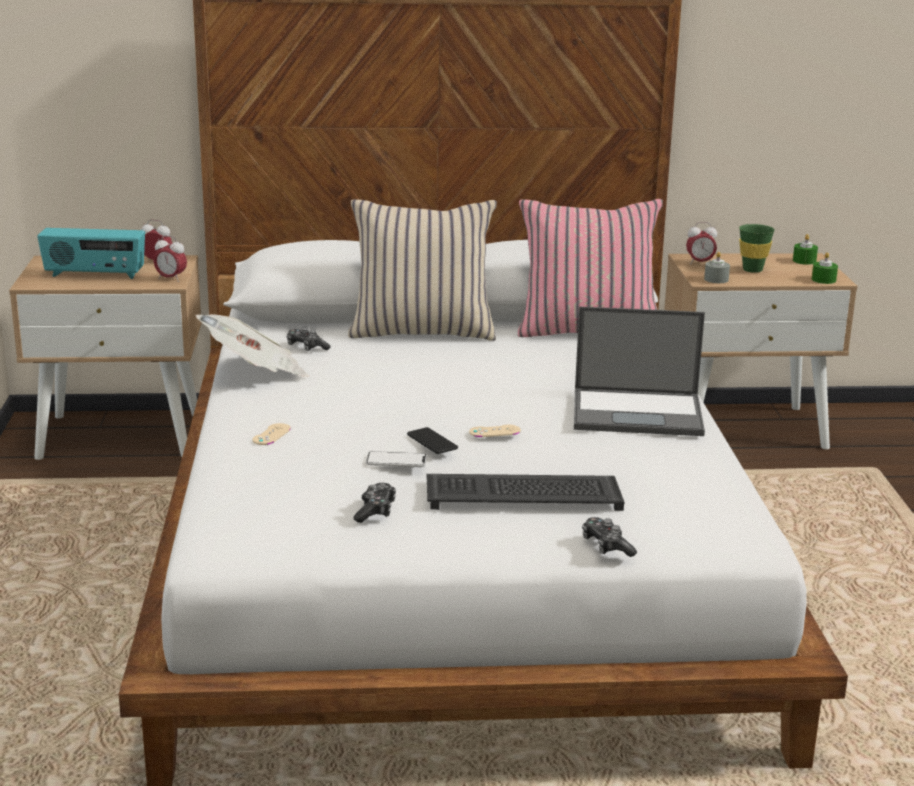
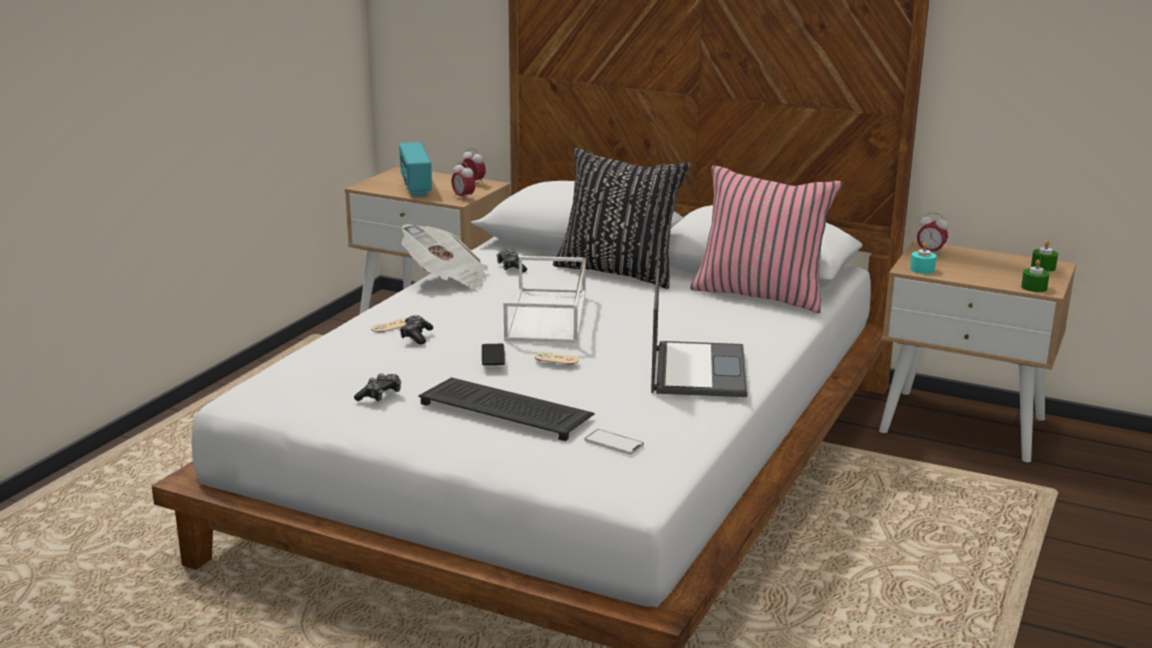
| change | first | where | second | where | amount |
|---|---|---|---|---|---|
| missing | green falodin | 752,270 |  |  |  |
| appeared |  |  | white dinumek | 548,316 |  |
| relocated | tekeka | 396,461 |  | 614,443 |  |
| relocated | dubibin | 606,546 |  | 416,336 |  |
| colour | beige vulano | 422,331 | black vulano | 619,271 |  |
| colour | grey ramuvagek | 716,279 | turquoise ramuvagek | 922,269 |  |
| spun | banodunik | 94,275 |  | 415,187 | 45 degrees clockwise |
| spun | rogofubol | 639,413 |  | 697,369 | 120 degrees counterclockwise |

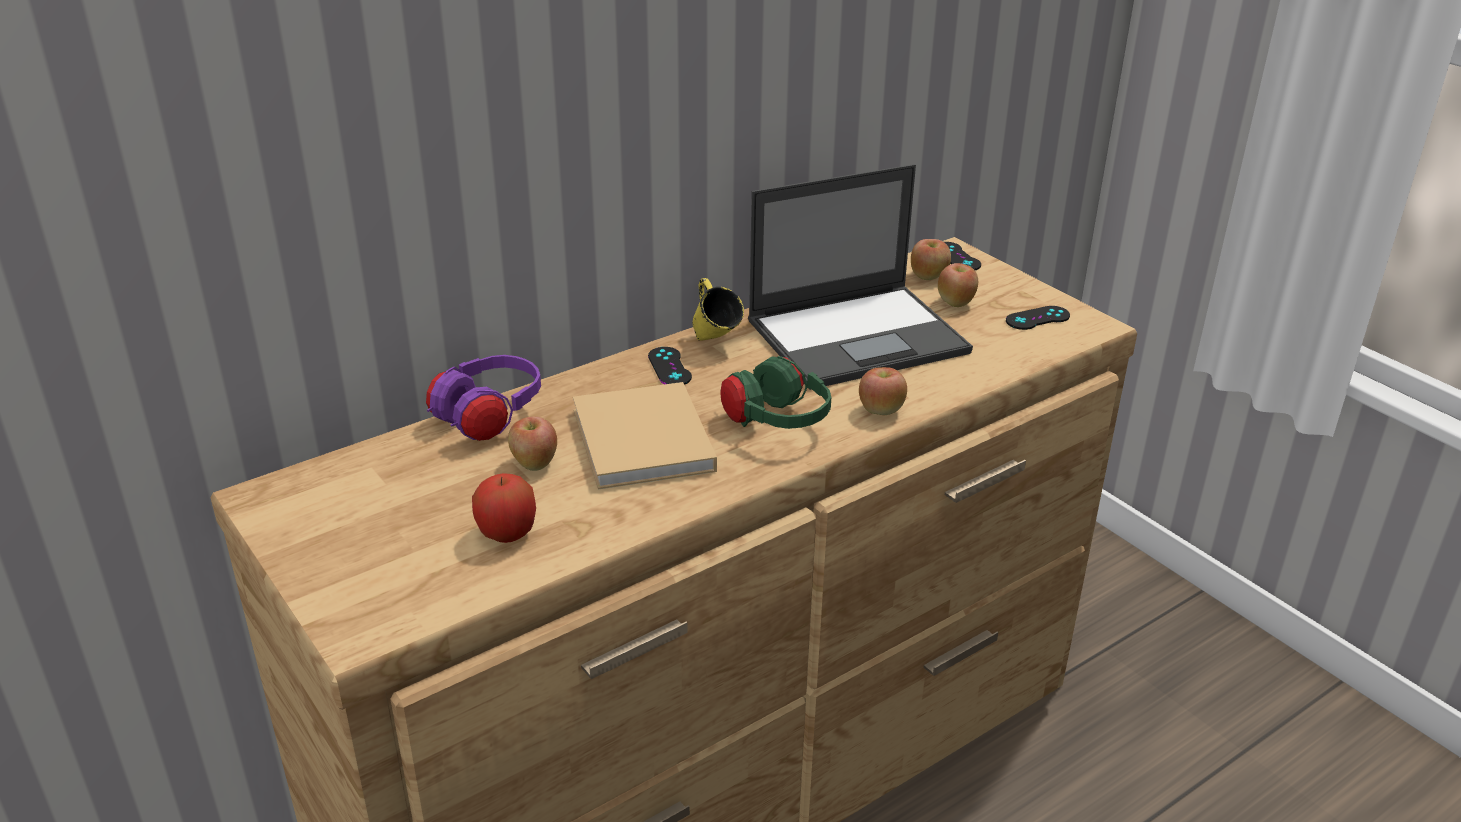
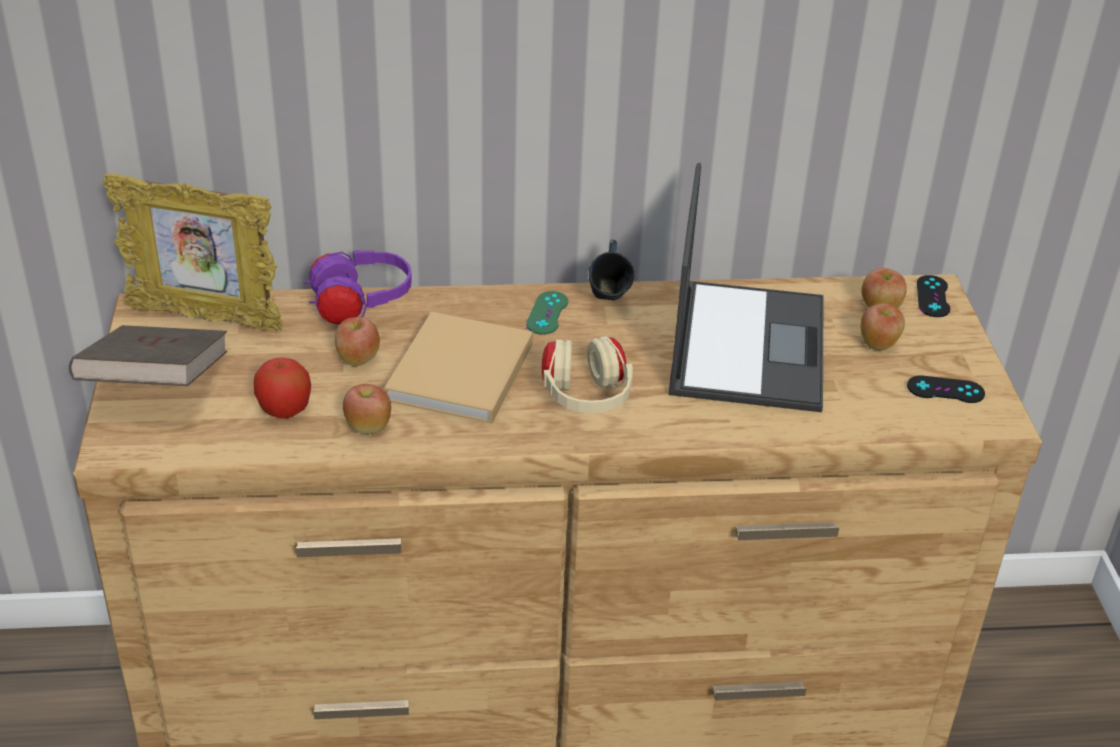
| change | first | where | second | where | amount |
|---|---|---|---|---|---|
| appeared |  |  | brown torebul | 156,385 |  |
| appeared |  |  | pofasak | 205,318 |  |
| relocated | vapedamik | 881,411 |  | 368,427 |  |
| colour | black dubibin | 669,367 | green dubibin | 547,313 |  |
| colour | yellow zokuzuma | 714,343 | blue zokuzuma | 608,304 |  |
| colour | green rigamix | 776,423 | beige rigamix | 585,399 |  |
| spun | rogofubol | 859,336 |  | 747,345 | 90 degrees counterclockwise |

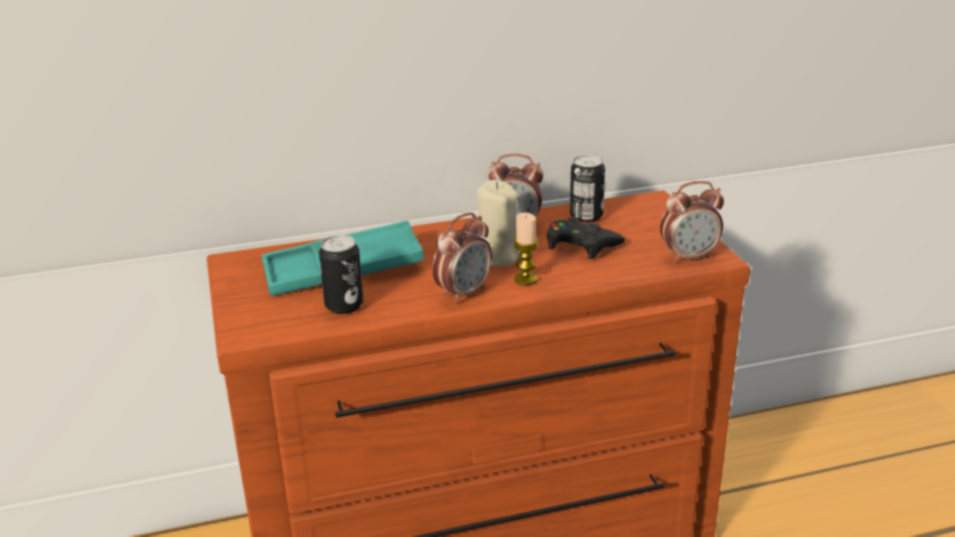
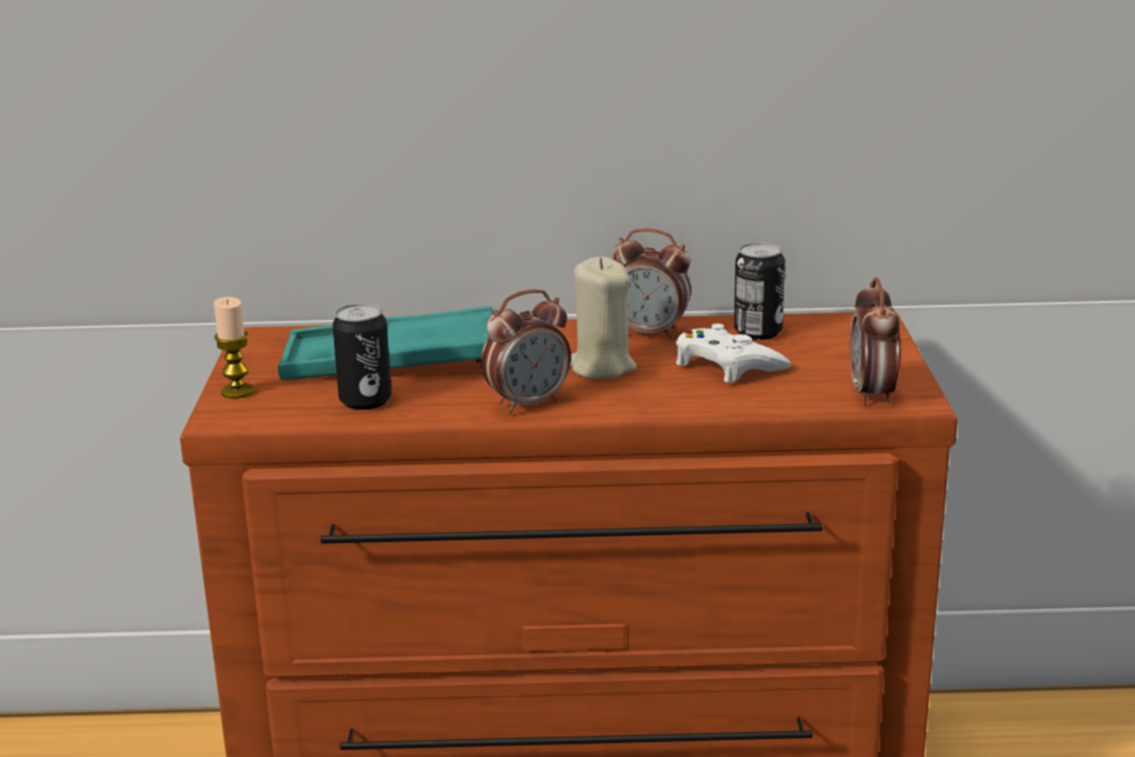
| change | first | where | second | where | amount |
|---|---|---|---|---|---|
| relocated | ramuvagek | 525,279 |  | 237,391 |  |
| colour | black dubibin | 581,245 | white dubibin | 726,365 |  |
| spun | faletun | 689,257 |  | 872,395 | 90 degrees clockwise |

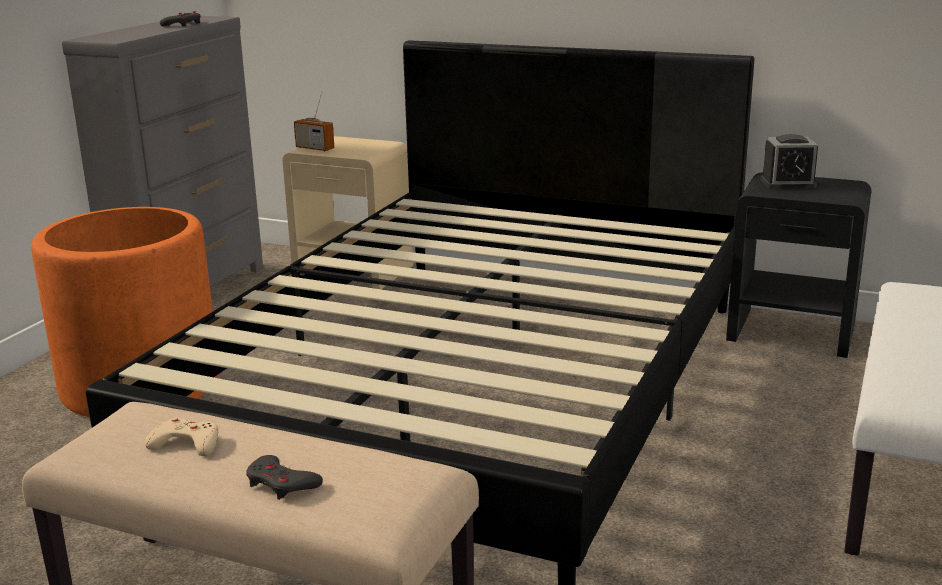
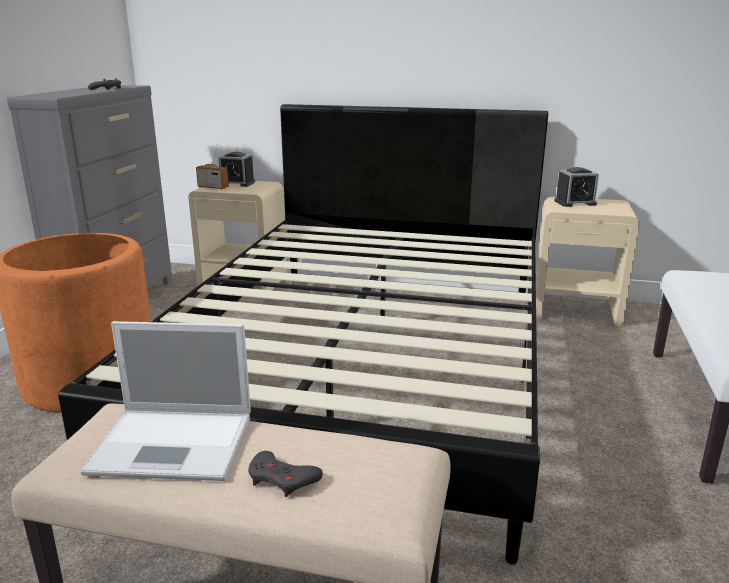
| change | first | where | second | where | amount |
|---|---|---|---|---|---|
| appeared |  |  | faletun | 237,183 |  |
| exchanged | beige dubibin | 186,444 | rogofubol | 175,444 |  |
| colour | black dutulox | 792,332 | beige dutulox | 576,310 |  |

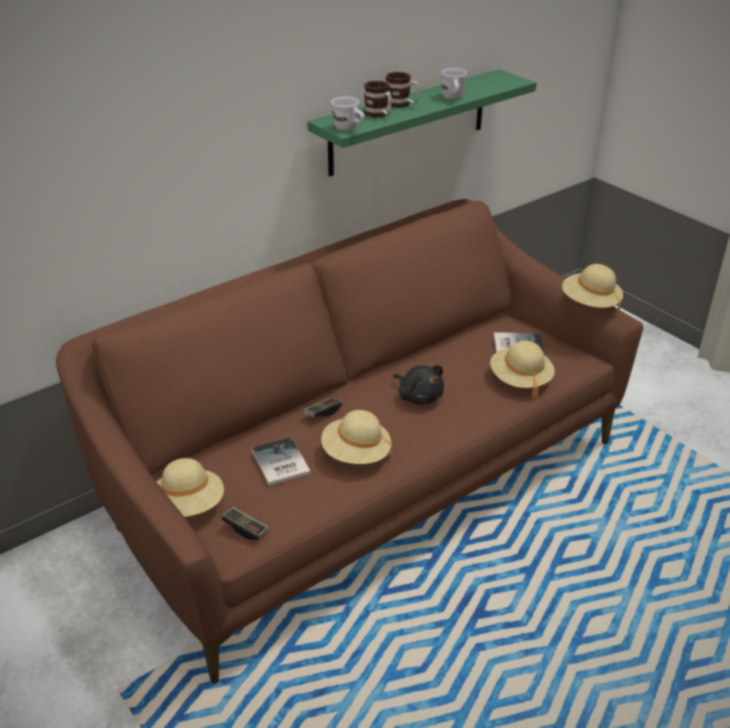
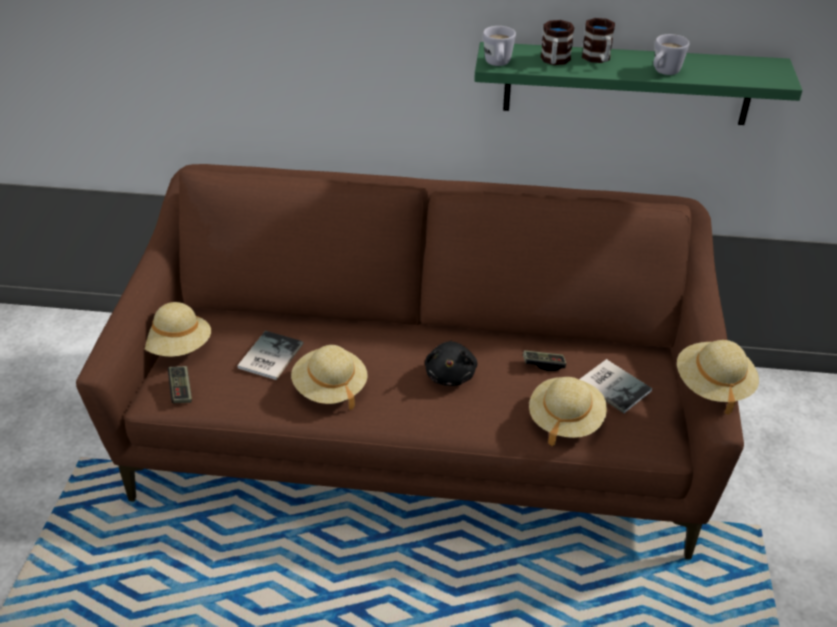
| change | first | where | second | where | amount |
|---|---|---|---|---|---|
| relocated | dubibin | 322,413 |  | 543,364 |  |

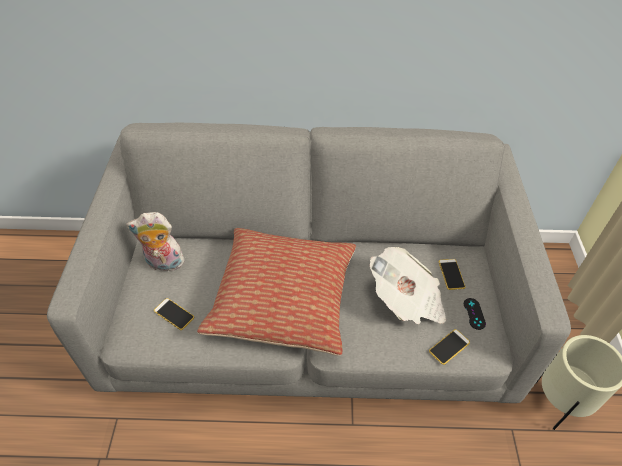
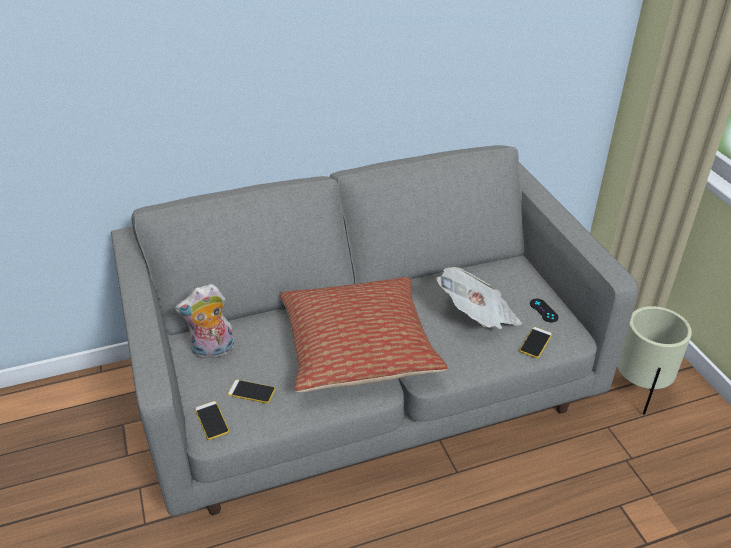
| change | first | where | second | where | amount |
|---|---|---|---|---|---|
| relocated | tekeka | 451,274 |  | 212,420 |  |

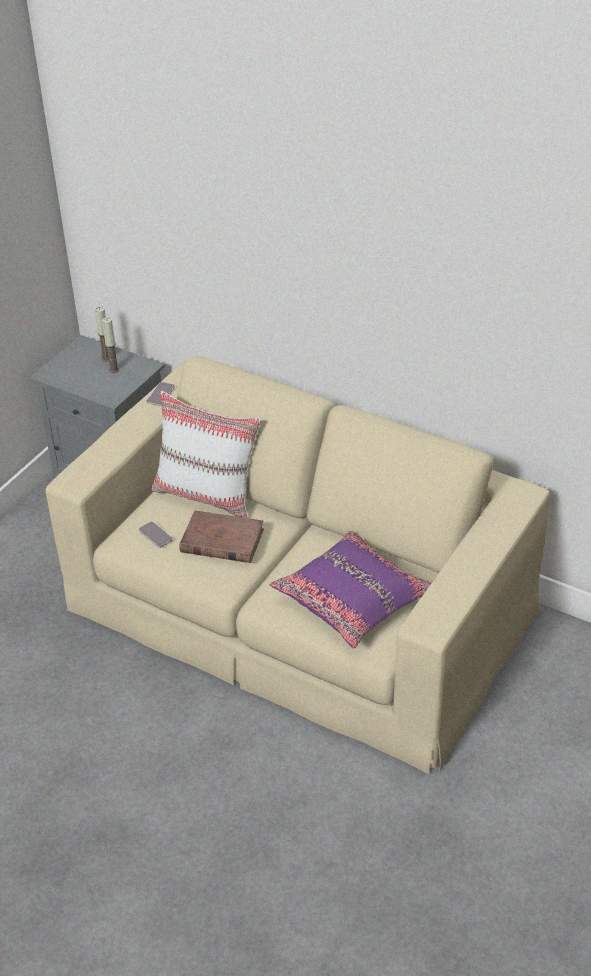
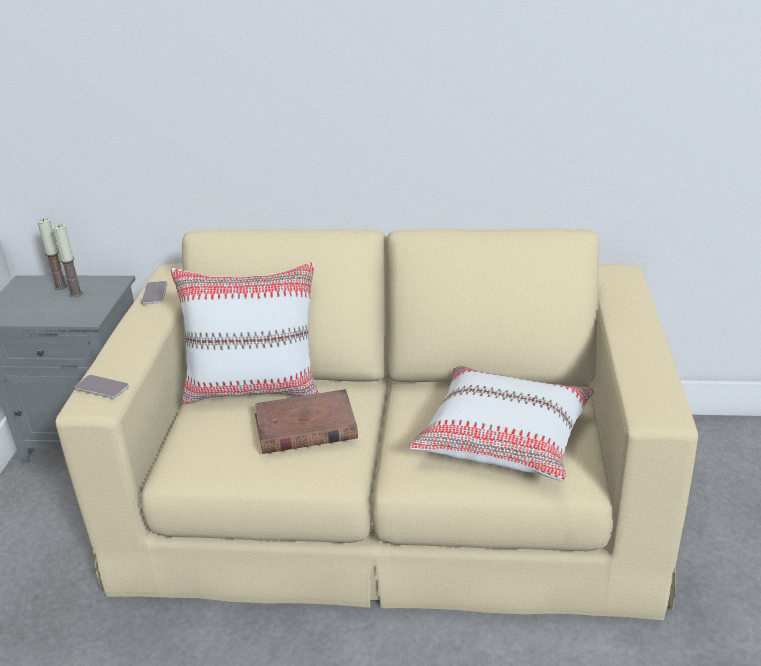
| change | first | where | second | where | amount |
|---|---|---|---|---|---|
| relocated | tekeka | 155,535 |  | 102,387 |  |
| colour | purple vulano | 353,599 | white vulano | 504,436 |  |

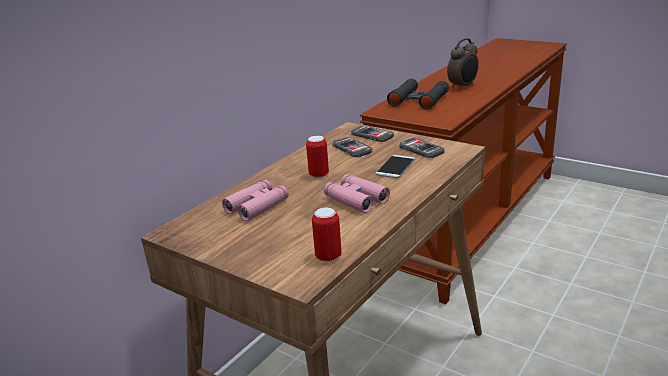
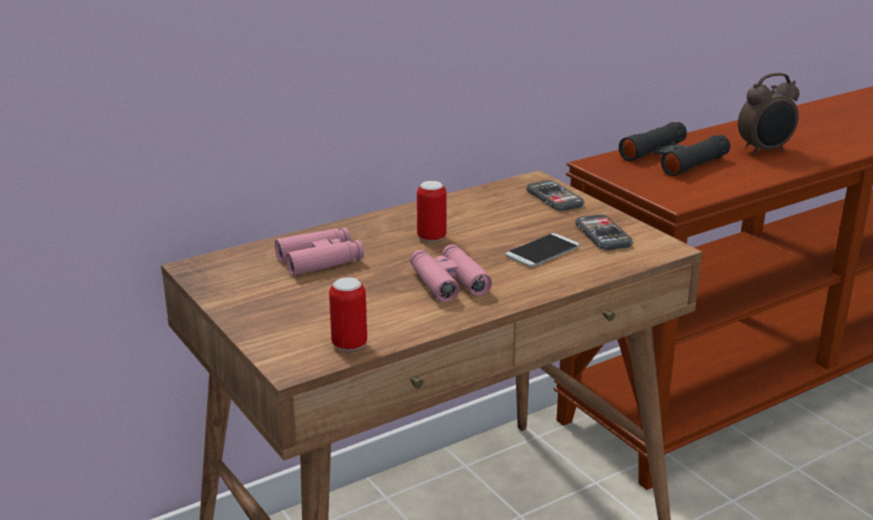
| change | first | where | second | where | amount |
|---|---|---|---|---|---|
| missing | tekeka | 352,148 |  |  |  |

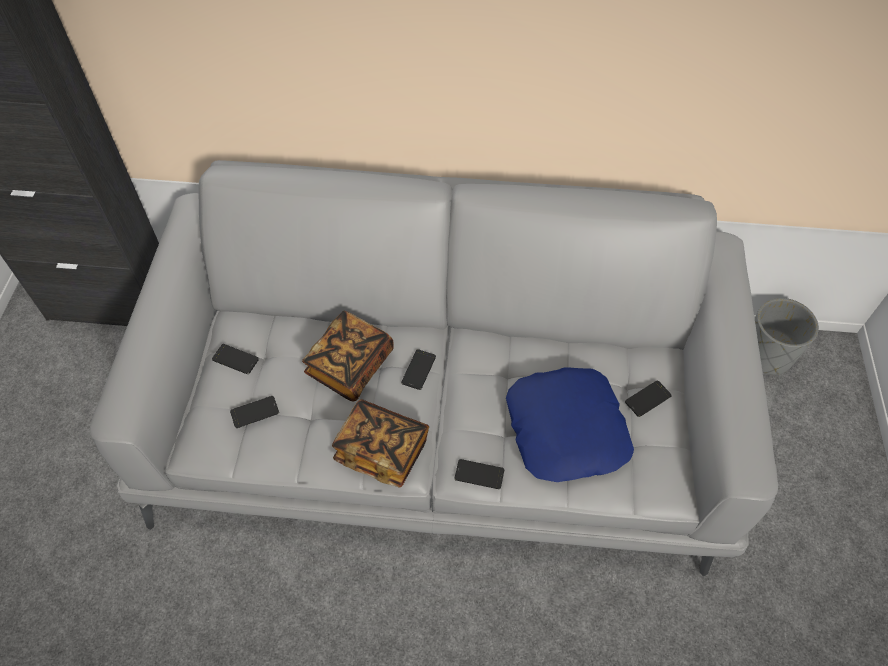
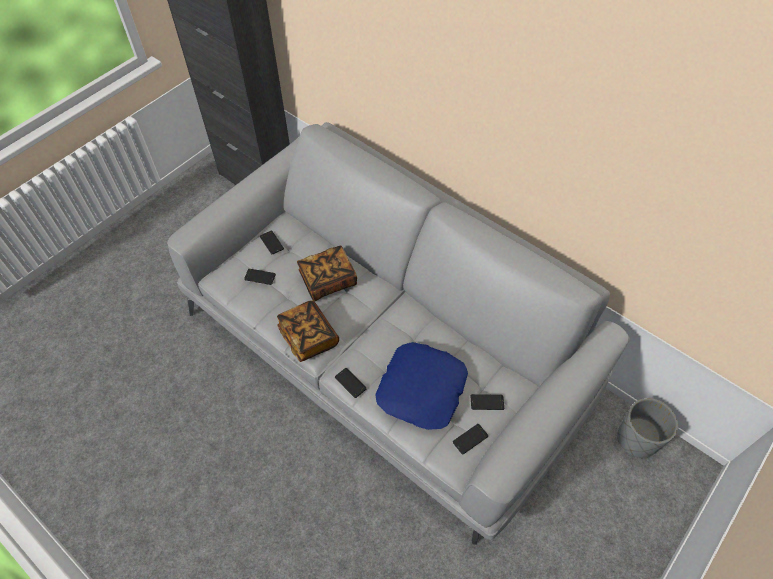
| change | first | where | second | where | amount |
|---|---|---|---|---|---|
| relocated | tekeka | 418,369 |  | 470,439 |  |

